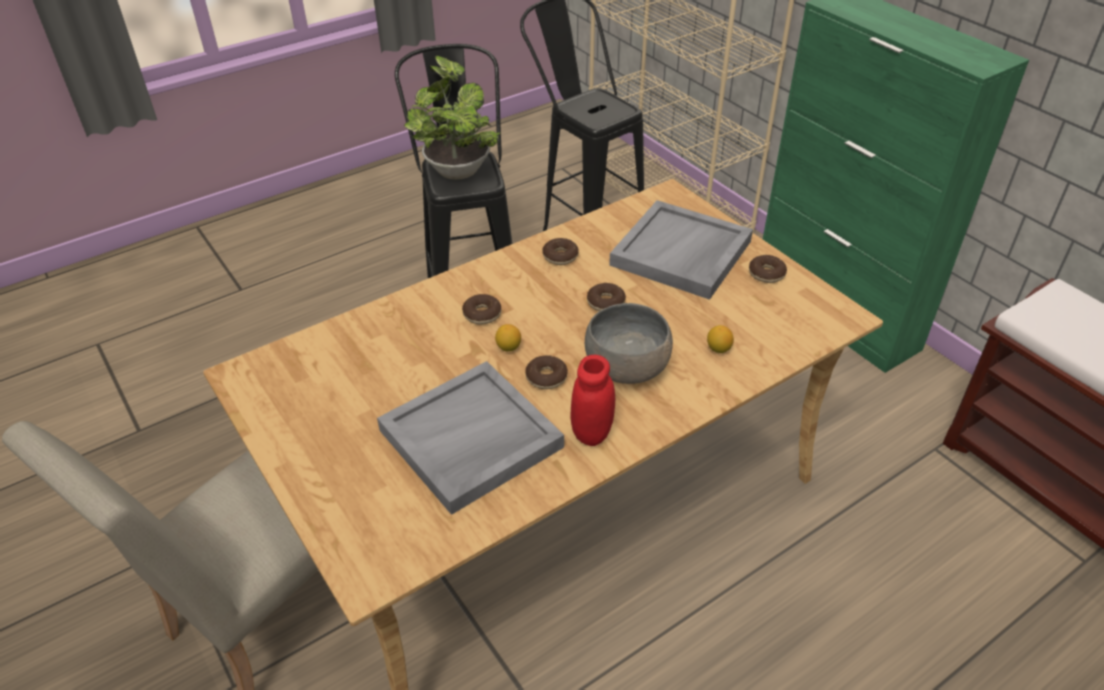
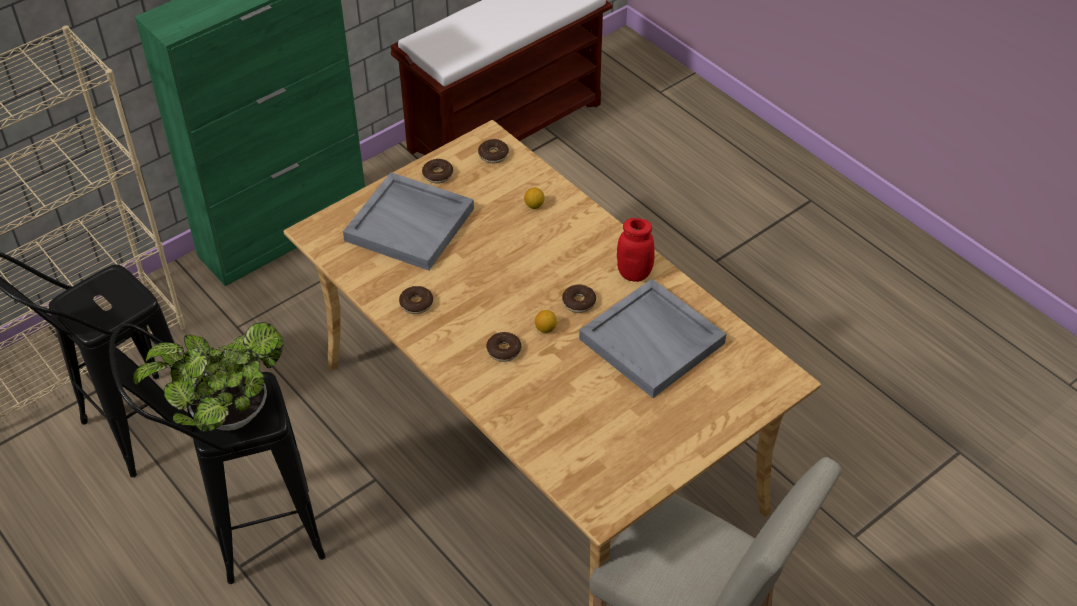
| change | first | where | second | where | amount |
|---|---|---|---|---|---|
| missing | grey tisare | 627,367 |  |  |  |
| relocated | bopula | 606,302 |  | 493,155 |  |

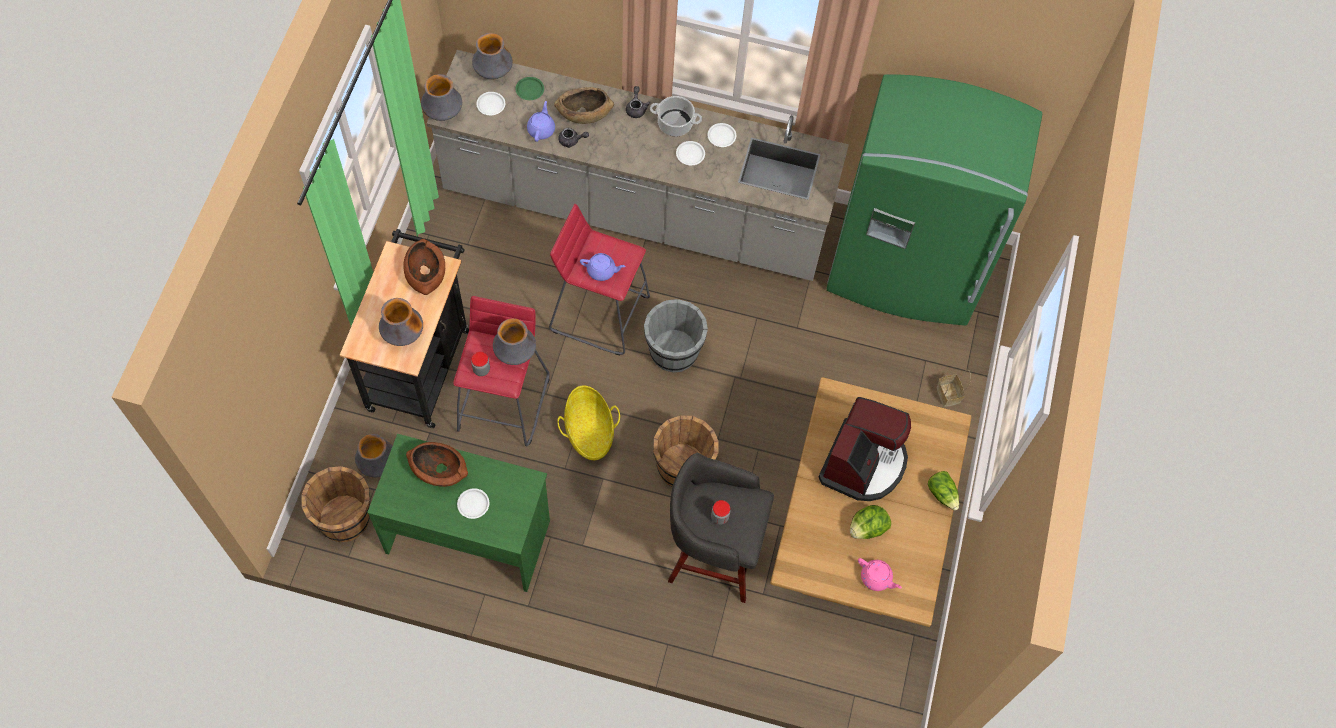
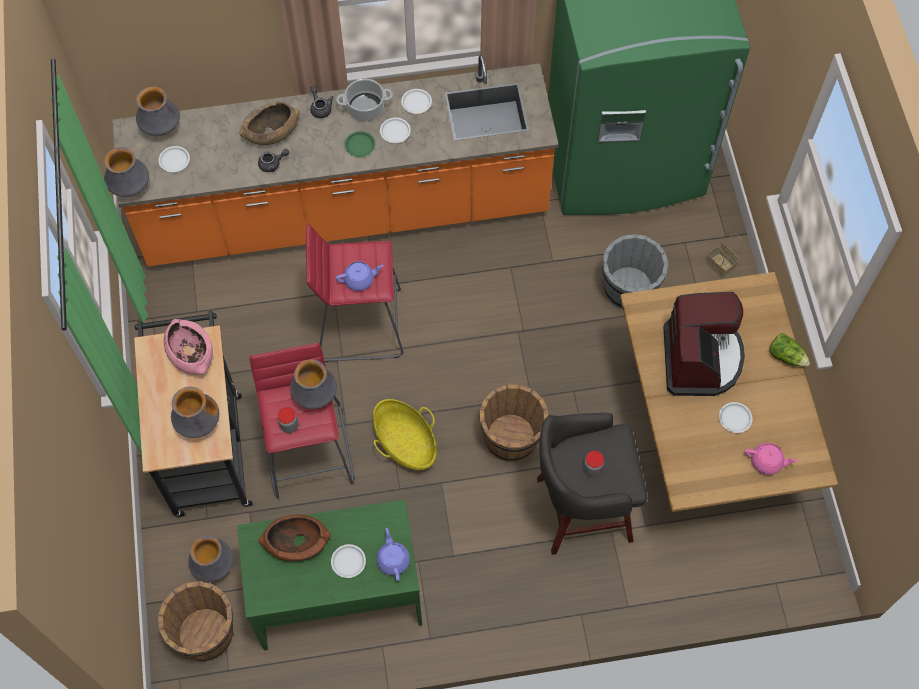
| change | first | where | second | where | amount |
|---|---|---|---|---|---|
| relocated | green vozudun | 530,90 |  | 360,145 |  |
| relocated | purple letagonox | 541,129 |  | 393,560 |  |
| relocated | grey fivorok | 673,352 |  | 629,290 |  |
| exchanged | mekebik | 867,528 | white vozudun | 735,418 |  |
| colour | brown tisare | 425,273 | pink tisare | 190,353 |  |
| colour | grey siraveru | 635,211 | orange siraveru | 346,213 |  |

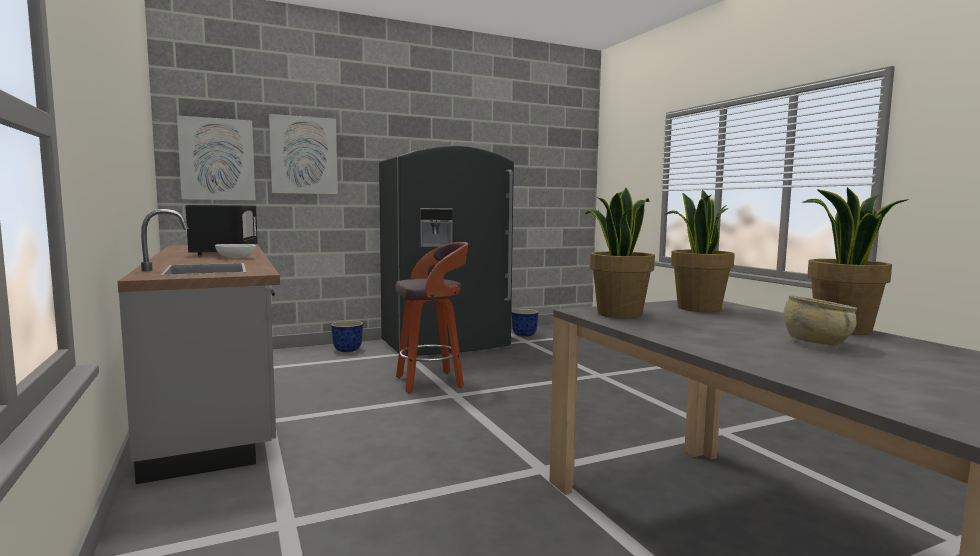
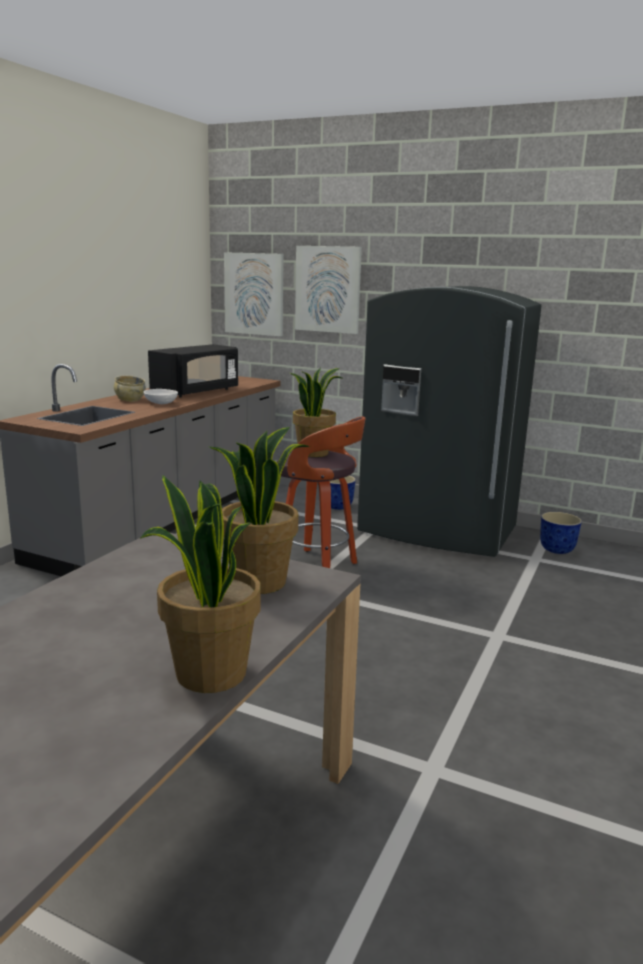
| change | first | where | second | where | amount |
|---|---|---|---|---|---|
| relocated | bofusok | 618,314 |  | 313,453 |  |
| relocated | beige tisare | 816,343 |  | 130,400 |  |

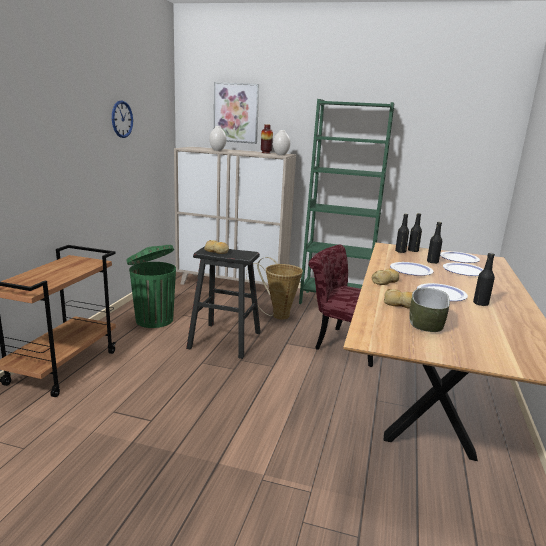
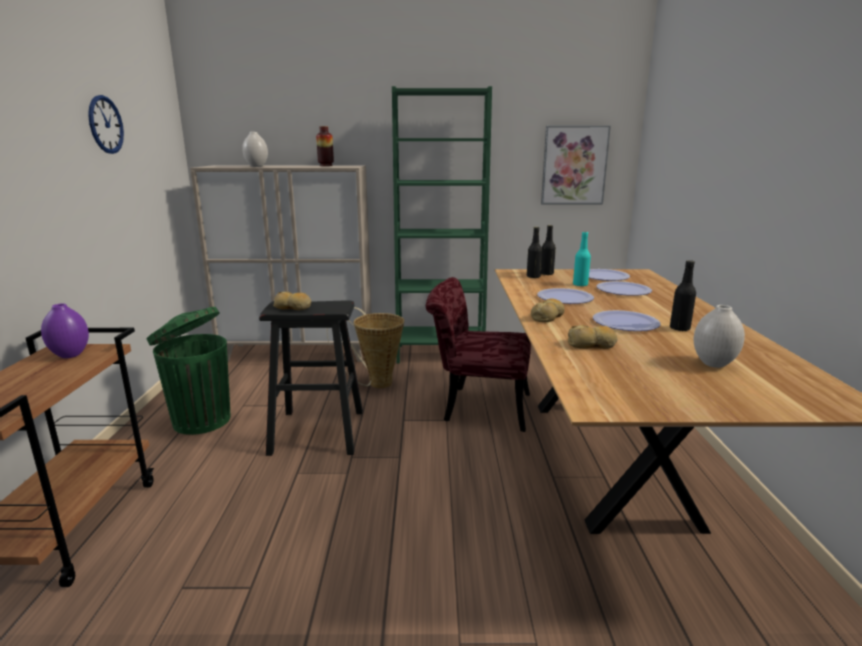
| change | first | where | second | where | amount |
|---|---|---|---|---|---|
| missing | tisare | 427,323 |  |  |  |
| appeared |  |  | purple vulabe | 70,355 |  |
| relocated | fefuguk | 236,113 |  | 574,165 |  |
| relocated | white vulabe | 281,154 |  | 714,364 |  |
| colour | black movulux | 432,262 | turquoise movulux | 580,285 |  |

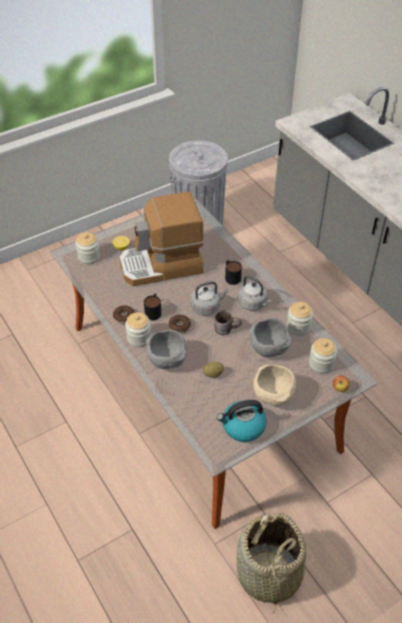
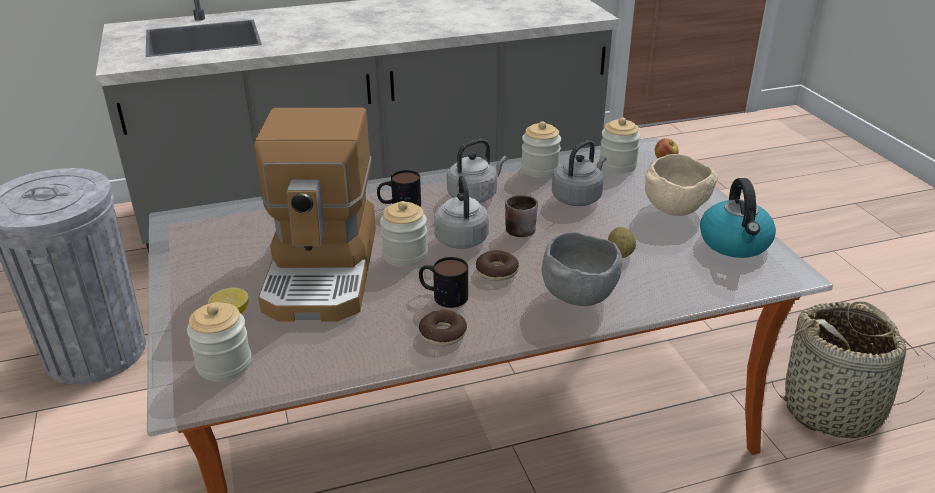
| change | first | where | second | where | amount |
|---|---|---|---|---|---|
| relocated | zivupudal | 139,338 |  | 405,255 |  |
| exchanged | grey tisare | 270,349 | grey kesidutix | 578,197 |  |

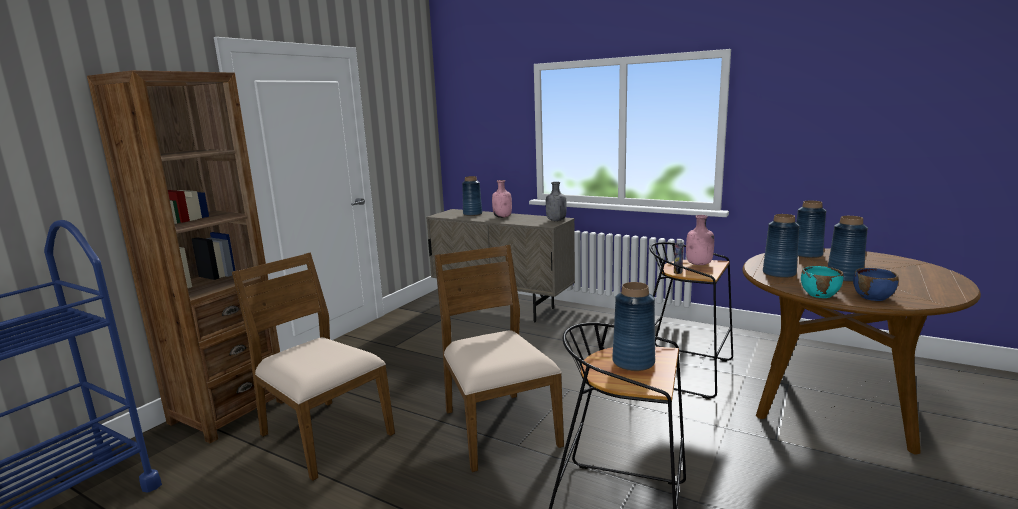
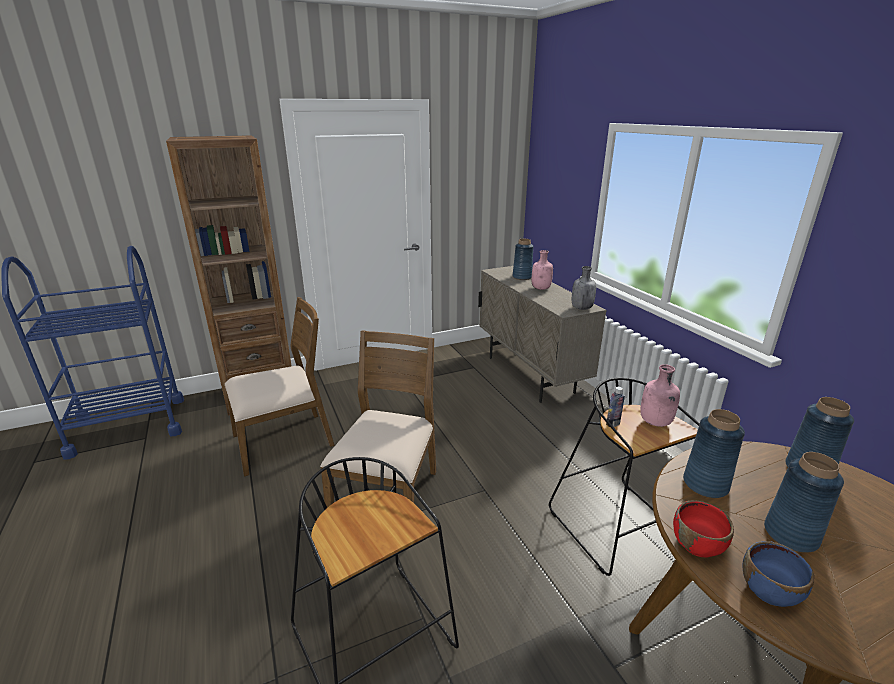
| change | first | where | second | where | amount |
|---|---|---|---|---|---|
| missing | blue vulabe | 633,362 |  |  |  |
| colour | turquoise tisare | 819,294 | red tisare | 697,545 |  |
| spun | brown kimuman | 324,435 |  | 284,441 | 75 degrees clockwise |

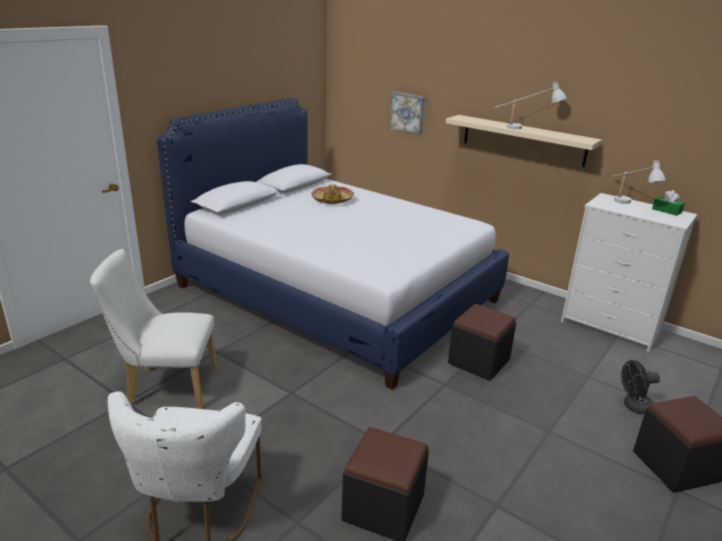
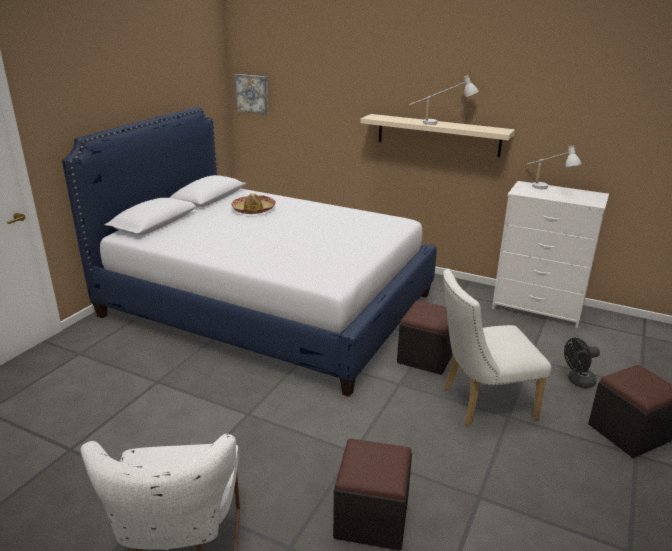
| change | first | where | second | where | amount |
|---|---|---|---|---|---|
| missing | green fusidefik | 666,211 |  |  |  |
| relocated | white kimuman | 166,387 |  | 481,403 |  |
| relocated | fefuguk | 408,113 |  | 252,94 |  |

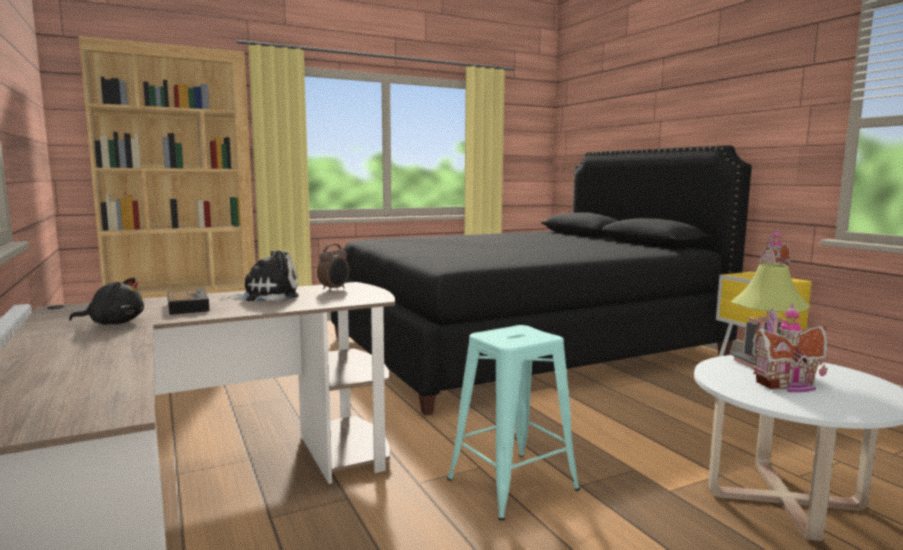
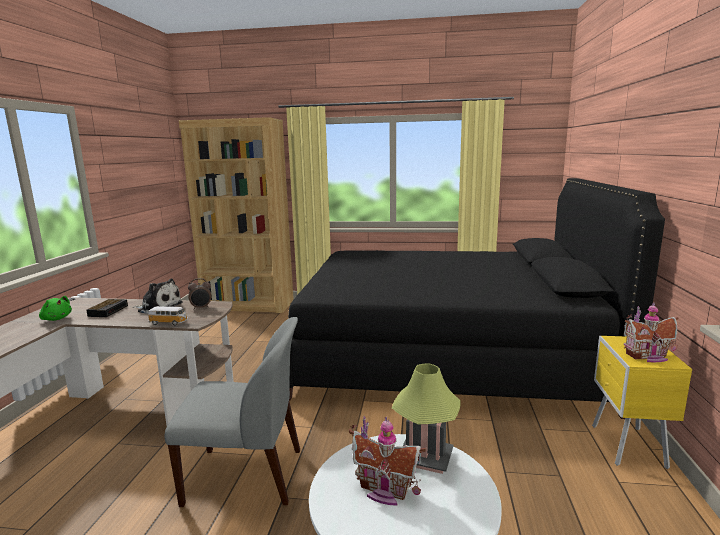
| change | first | where | second | where | amount |
|---|---|---|---|---|---|
| appeared |  |  | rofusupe | 169,323 |  |
| exchanged | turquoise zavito | 512,484 | grey kimuman | 247,476 |  |
| colour | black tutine | 114,323 | green tutine | 56,319 |  |

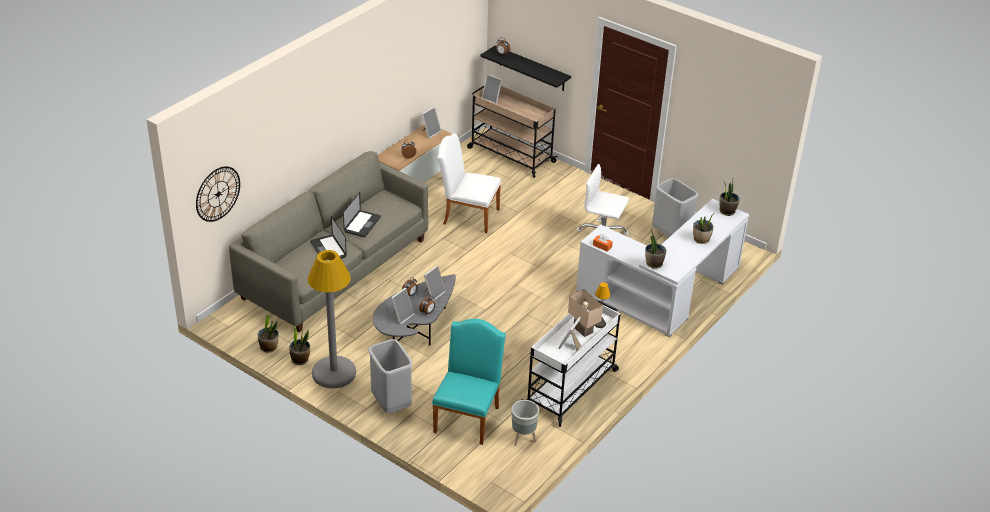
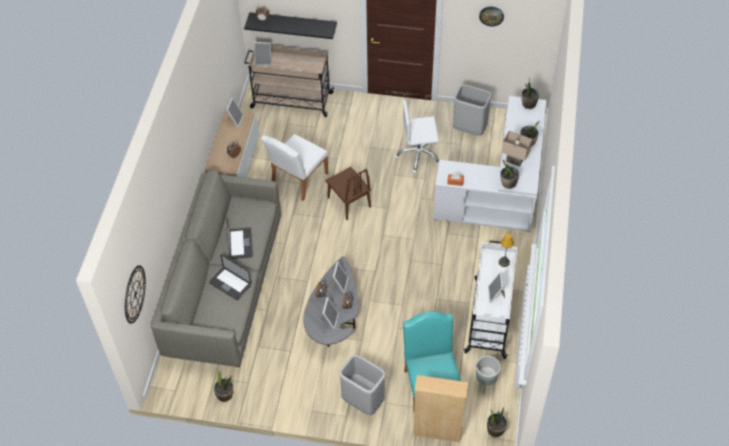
| change | first | where | second | where | amount |
|---|---|---|---|---|---|
| missing | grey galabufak | 334,373 |  |  |  |
| appeared |  |  | brown kimuman | 349,202 |  |
| appeared |  |  | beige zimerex | 437,432 |  |
| appeared |  |  | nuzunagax | 491,15 |  |
| relocated | bofusok | 300,359 |  | 495,430 |  |
| relocated | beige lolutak | 584,330 |  | 515,160 |  |
| spun | white kimuman | 467,215 |  | 297,180 | 45 degrees counterclockwise |

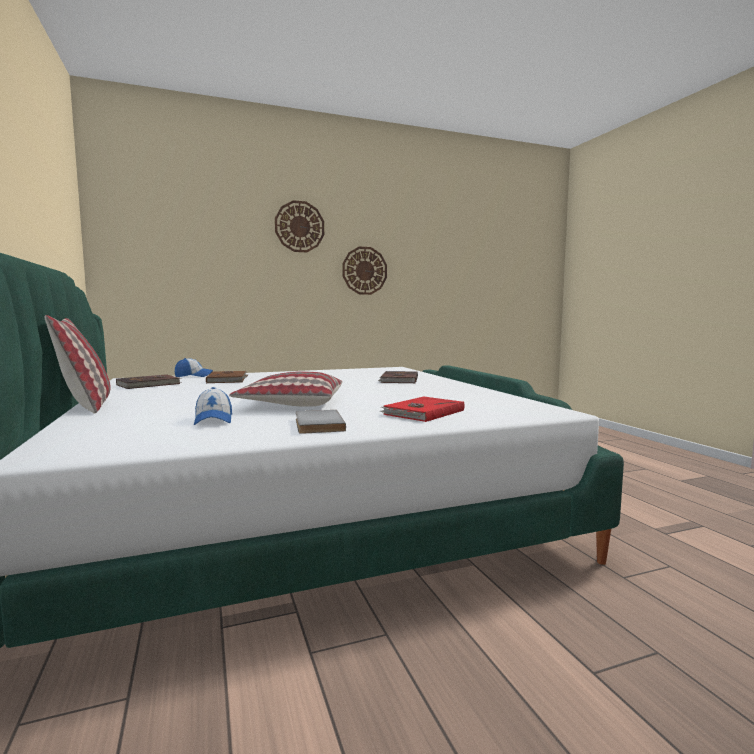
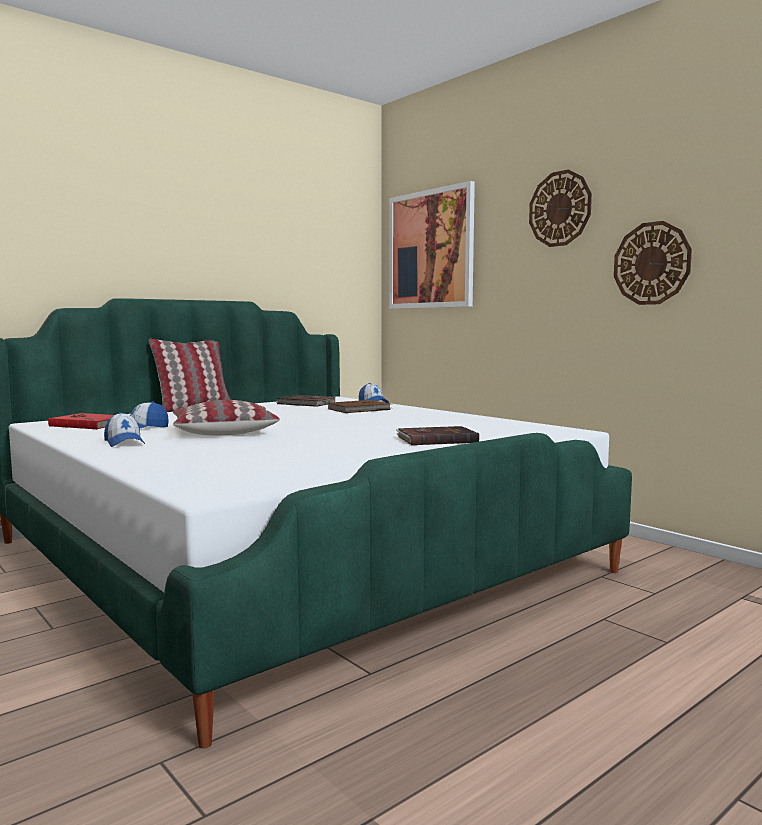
| change | first | where | second | where | amount |
|---|---|---|---|---|---|
| appeared |  |  | fefuguk | 430,249 |  |
| relocated | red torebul | 422,412 |  | 89,424 |  |
| exchanged | grey torebul | 316,424 | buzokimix | 124,443 |  |

